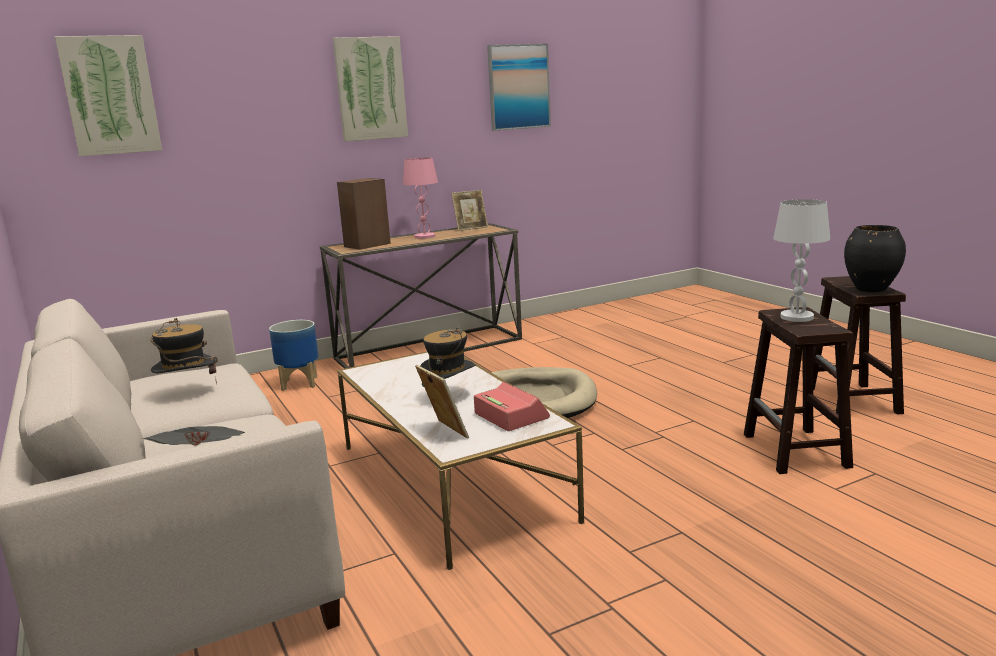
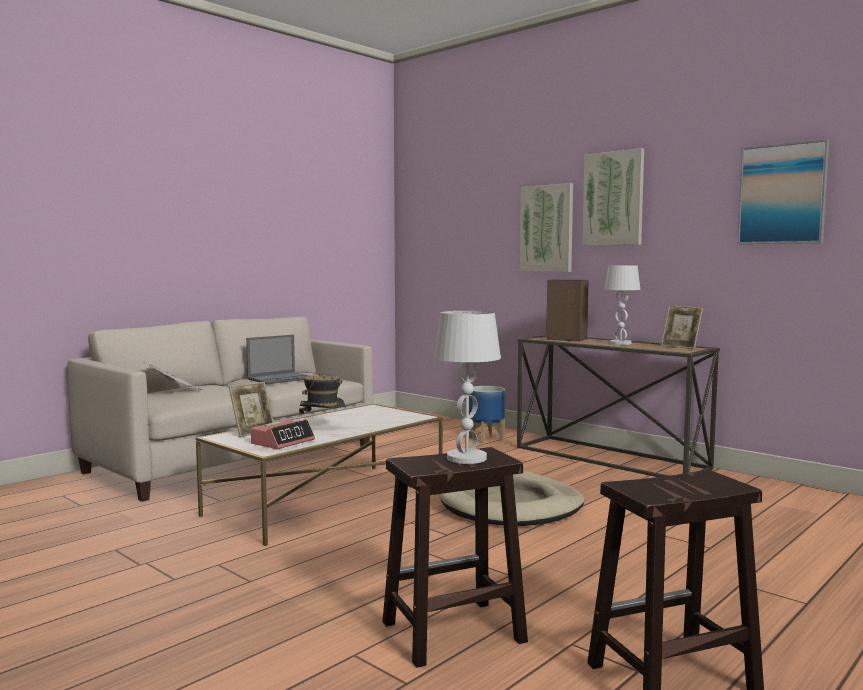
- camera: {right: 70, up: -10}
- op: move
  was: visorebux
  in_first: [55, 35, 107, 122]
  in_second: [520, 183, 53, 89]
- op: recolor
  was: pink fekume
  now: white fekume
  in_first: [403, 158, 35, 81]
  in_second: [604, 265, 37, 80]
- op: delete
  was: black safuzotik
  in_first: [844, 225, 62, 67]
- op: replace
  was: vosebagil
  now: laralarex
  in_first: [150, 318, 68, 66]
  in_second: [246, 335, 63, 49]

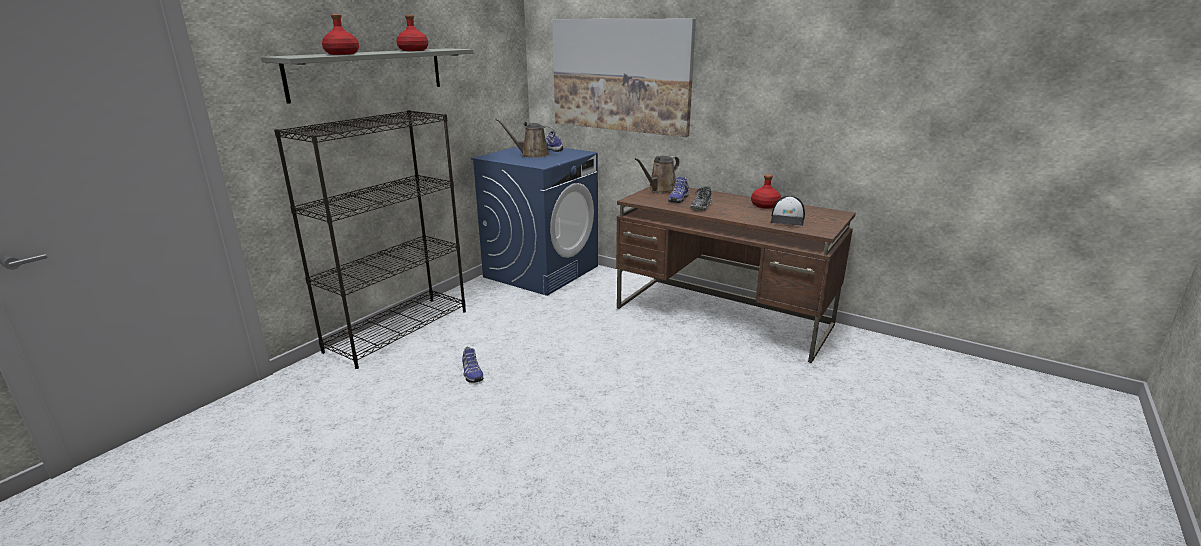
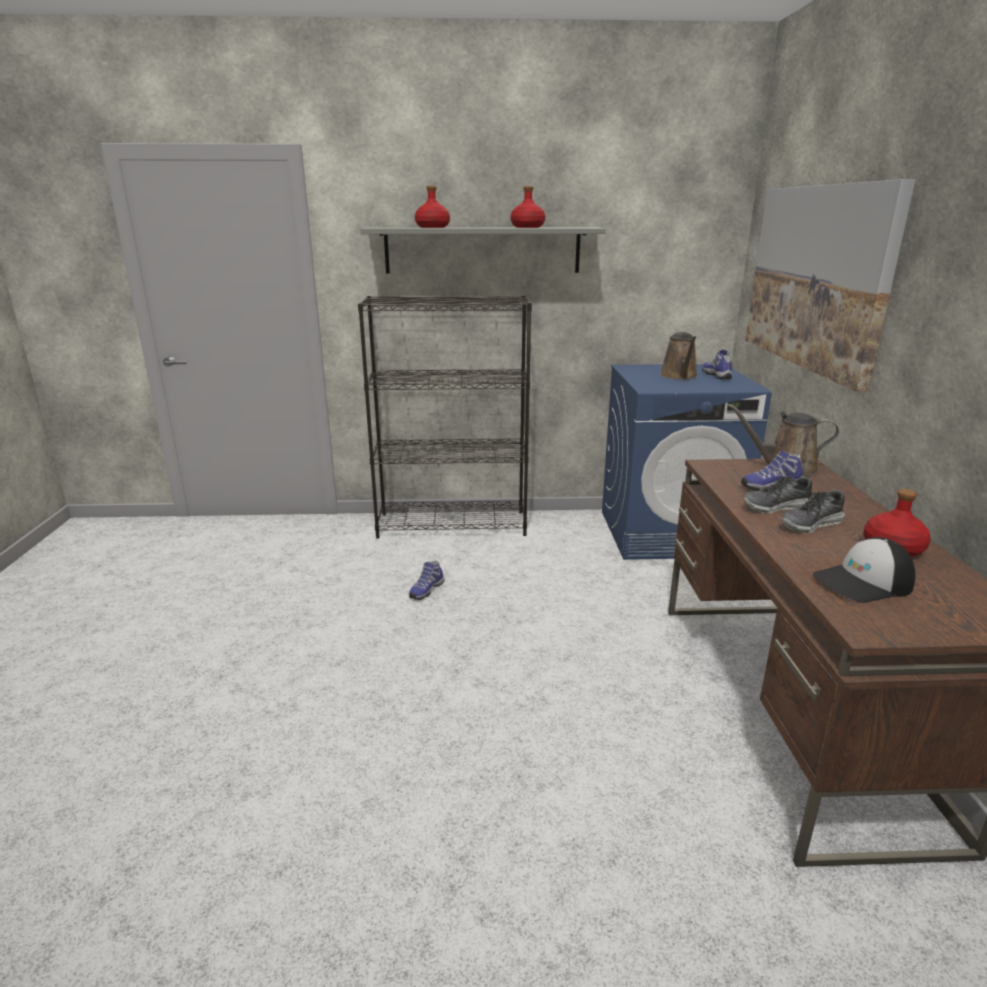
- camera: {right: 55, up: 0}
- op: rotate
  was: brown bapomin
  in_first: [496, 118, 60, 40]
  in_second: [660, 332, 38, 48]
  clockwise: -150
- op: insert
  now: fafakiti
  in_second: [781, 489, 64, 44]

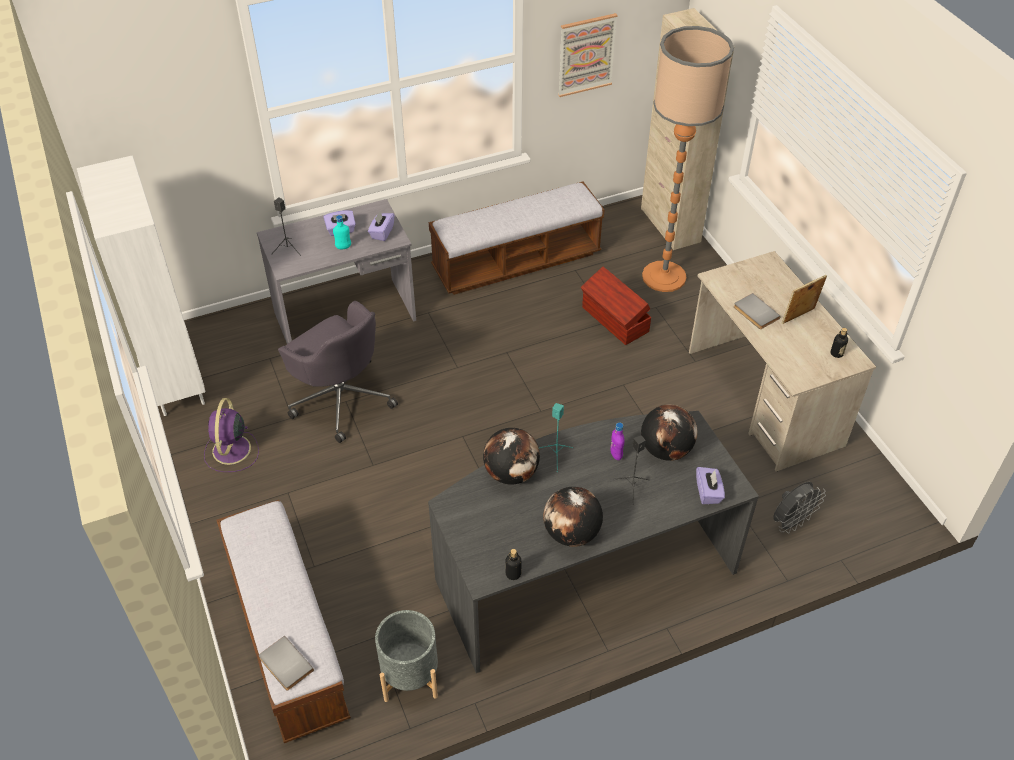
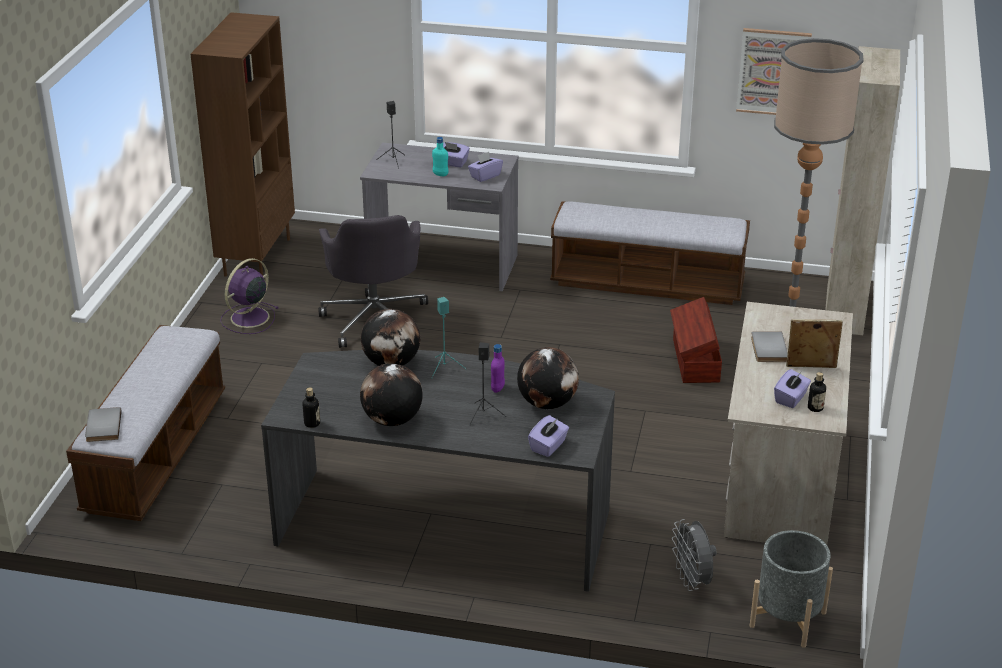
- camera: {right: 35, up: -15}
- op: recolor
  was: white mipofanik
  now: brown mipofanik
  in_first: [77, 156, 128, 260]
  in_second: [191, 12, 104, 264]
- op: rotate
  was: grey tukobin
  in_first: [773, 482, 53, 51]
  in_second: [672, 519, 45, 72]
  clockwise: 75
- op: move
  was: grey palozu
  in_first: [375, 610, 63, 92]
  in_second: [750, 530, 83, 118]
- op: insert
  now: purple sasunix
  in_second: [774, 369, 37, 39]

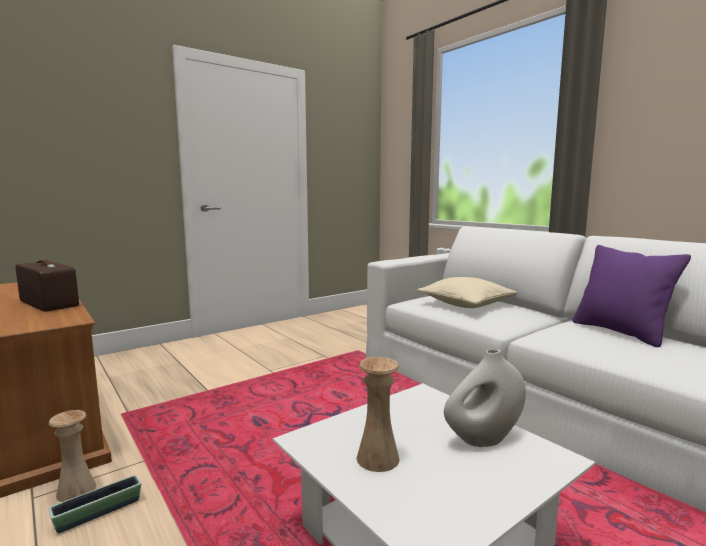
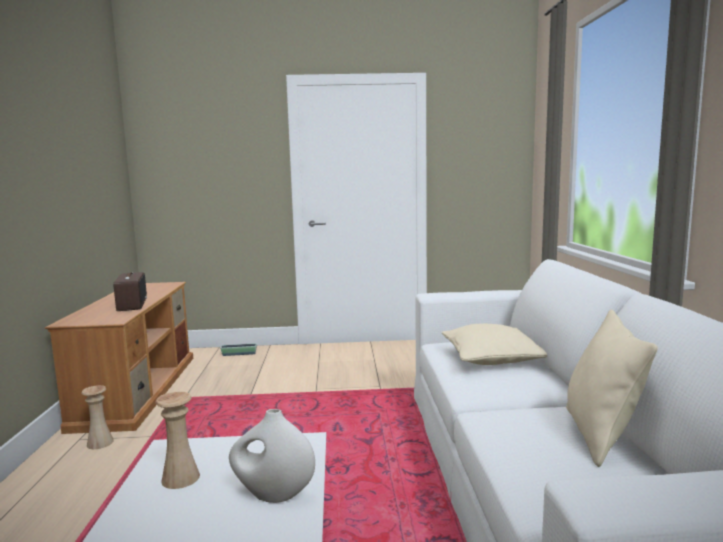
- camera: {right: 35, up: 0}
- op: recolor
  was: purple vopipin
  now: beige vopipin
  in_first: [572, 245, 119, 102]
  in_second: [566, 309, 92, 158]
- op: move
  was: palozu
  in_first: [49, 475, 92, 58]
  in_second: [220, 343, 37, 13]

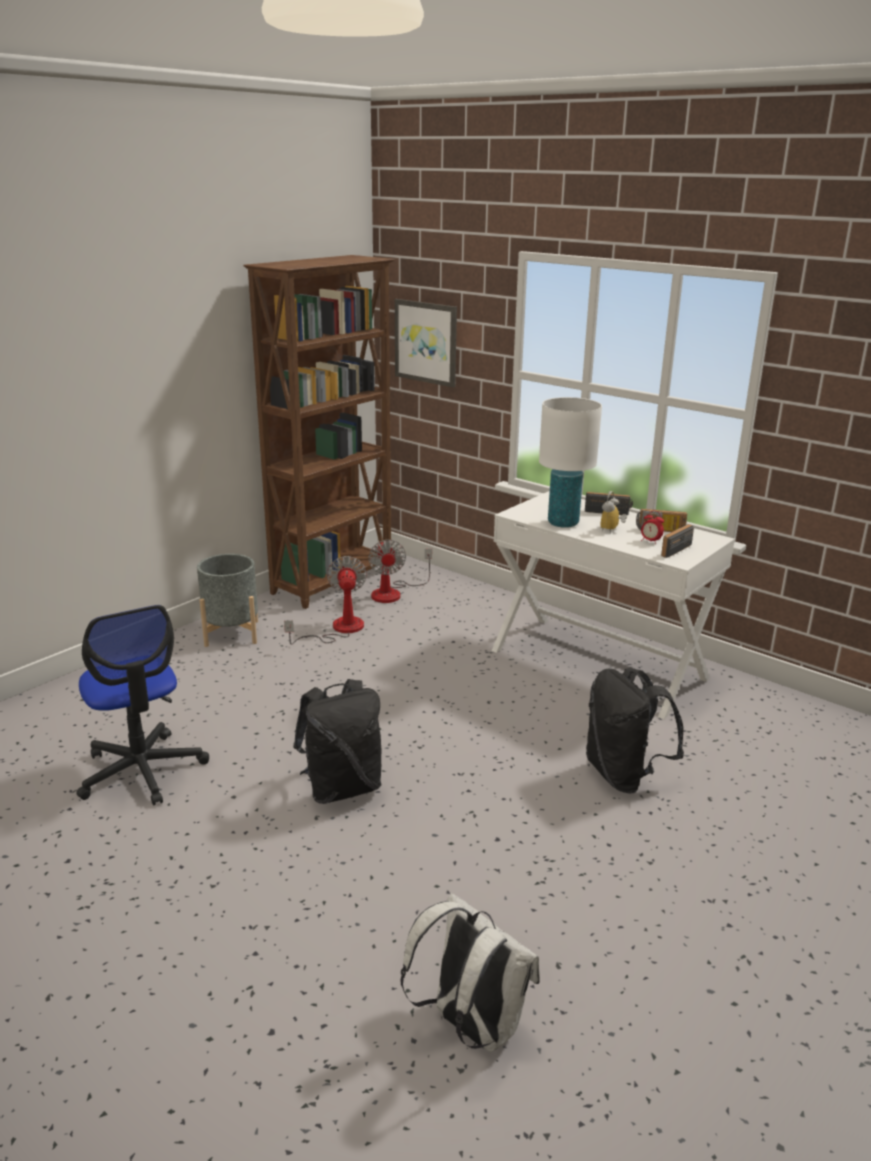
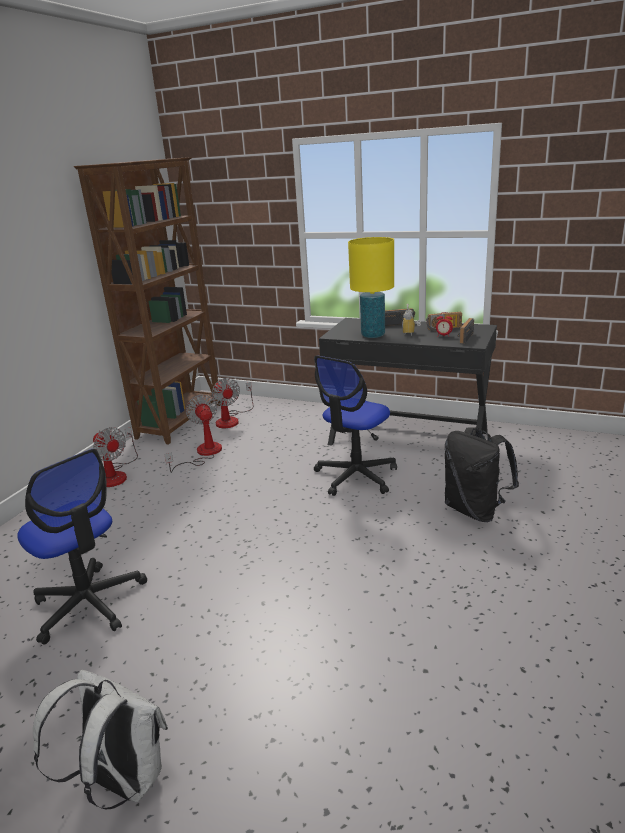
- camera: {right: -15, up: 0}
- op: delete
  was: visorebux
  in_first: [395, 299, 62, 88]
- op: recolor
  was: white fekume
  now: yellow fekume
  in_first: [539, 397, 63, 131]
  in_second: [348, 237, 46, 101]
- op: recolor
  was: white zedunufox
  now: black zedunufox
  in_first: [492, 491, 243, 228]
  in_second: [319, 318, 178, 128]
- op: replace
  was: grey palozu
  now: tukobin
  in_first: [197, 554, 61, 93]
  in_second: [93, 427, 45, 60]
- op: delete
  was: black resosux
  in_first: [293, 679, 88, 125]
- op: move
  was: white resosux
  in_first: [401, 893, 139, 159]
  in_second: [33, 670, 135, 139]
- op: insert
  now: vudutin
  in_second: [314, 355, 83, 141]

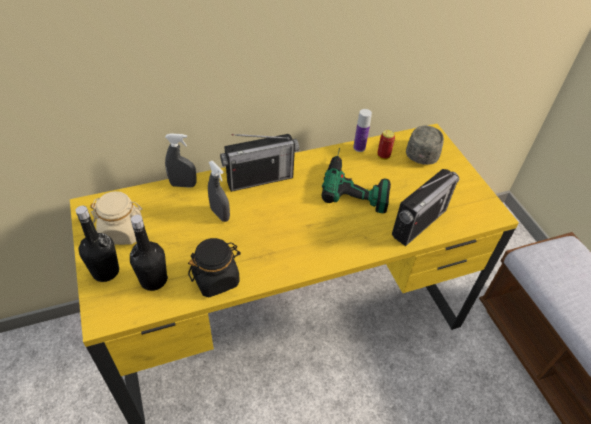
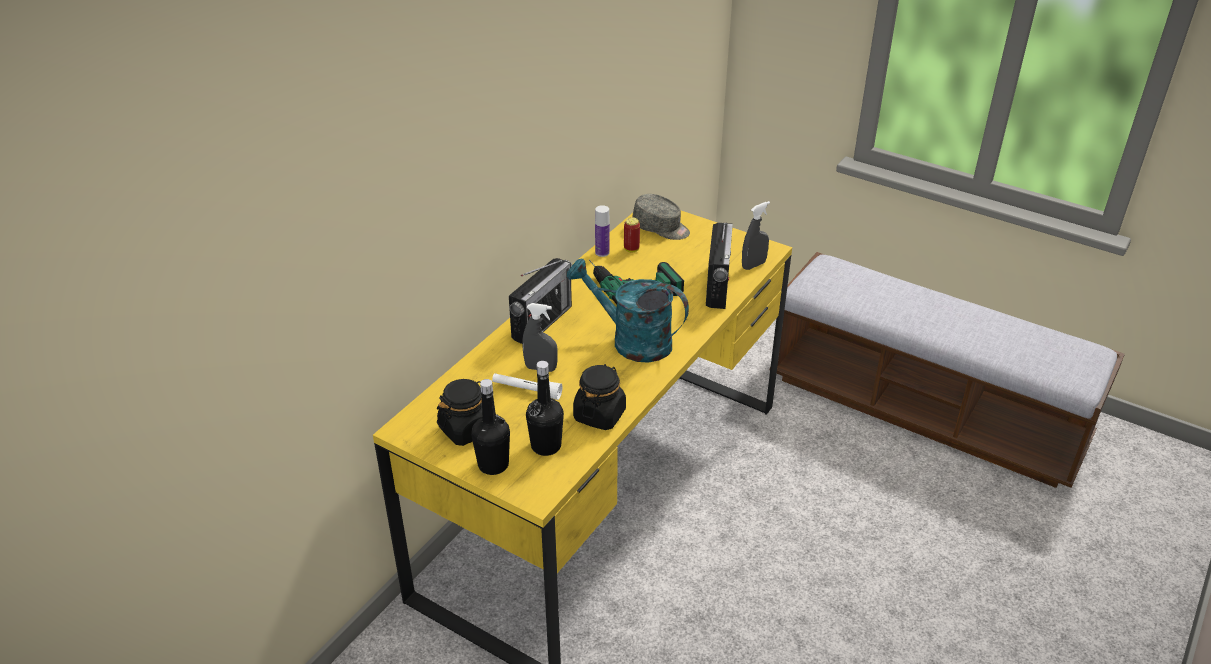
- camera: {right: -35, up: -10}
- op: rotate
  was: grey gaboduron
  in_first: [406, 126, 38, 39]
  in_second: [632, 194, 58, 46]
  clockwise: 135
- op: move
  was: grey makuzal
  in_first: [165, 133, 32, 55]
  in_second: [742, 201, 28, 69]
- op: recolor
  was: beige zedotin
  now: black zedotin
  in_first: [90, 191, 52, 54]
  in_second: [437, 379, 46, 67]
- op: insert
  now: turquoise bapomin
  in_second: [567, 258, 122, 105]
- op: insert
  now: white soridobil
  in_second: [492, 373, 71, 27]

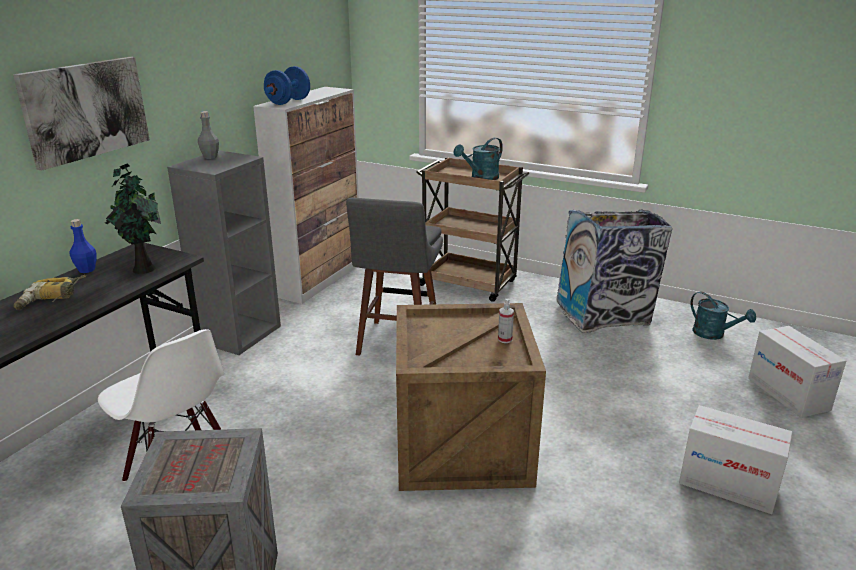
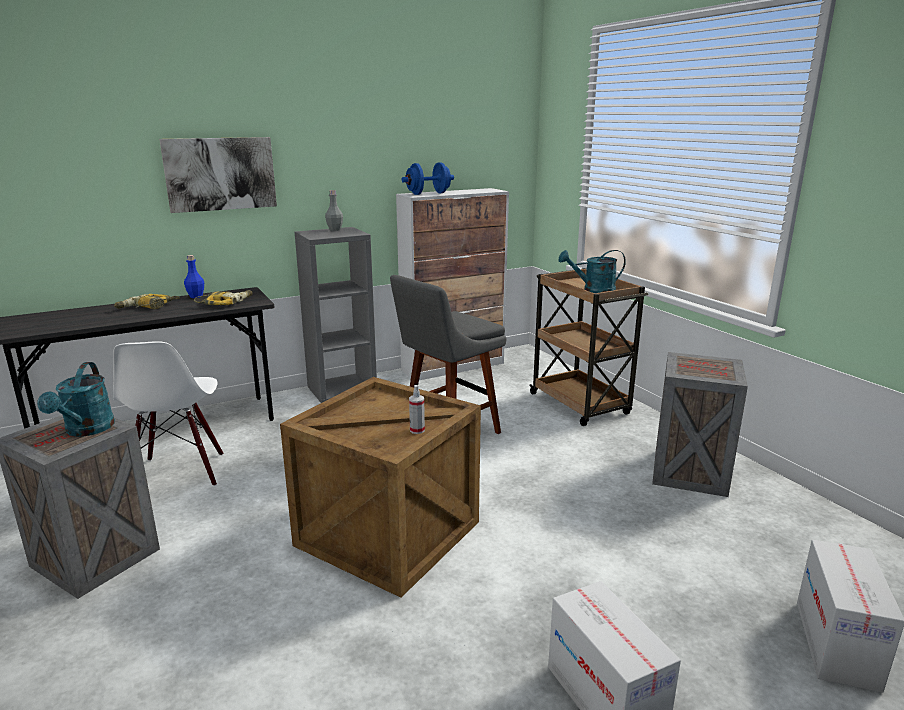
- camera: {right: 35, up: -5}
- op: replace
  was: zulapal
  now: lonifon
  in_first: [105, 163, 56, 111]
  in_second: [194, 290, 58, 15]
- op: replace
  was: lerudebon
  now: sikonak
  in_first: [557, 210, 115, 123]
  in_second: [652, 352, 96, 145]
- op: move
  was: turquoise bapomin
  in_first: [690, 292, 66, 48]
  in_second: [37, 362, 78, 75]

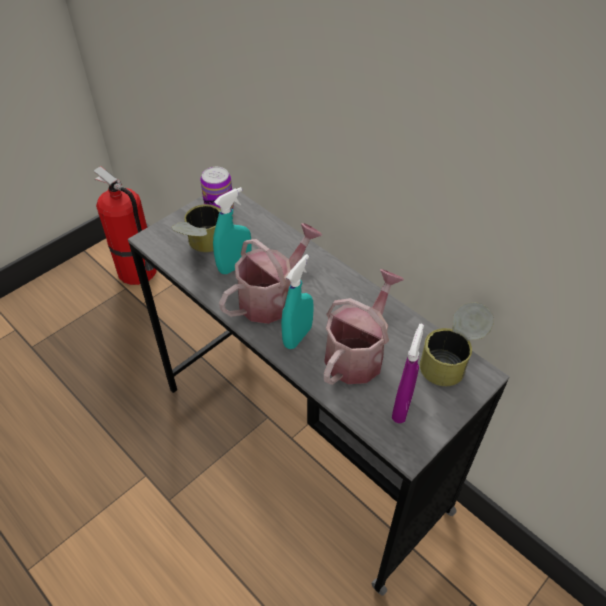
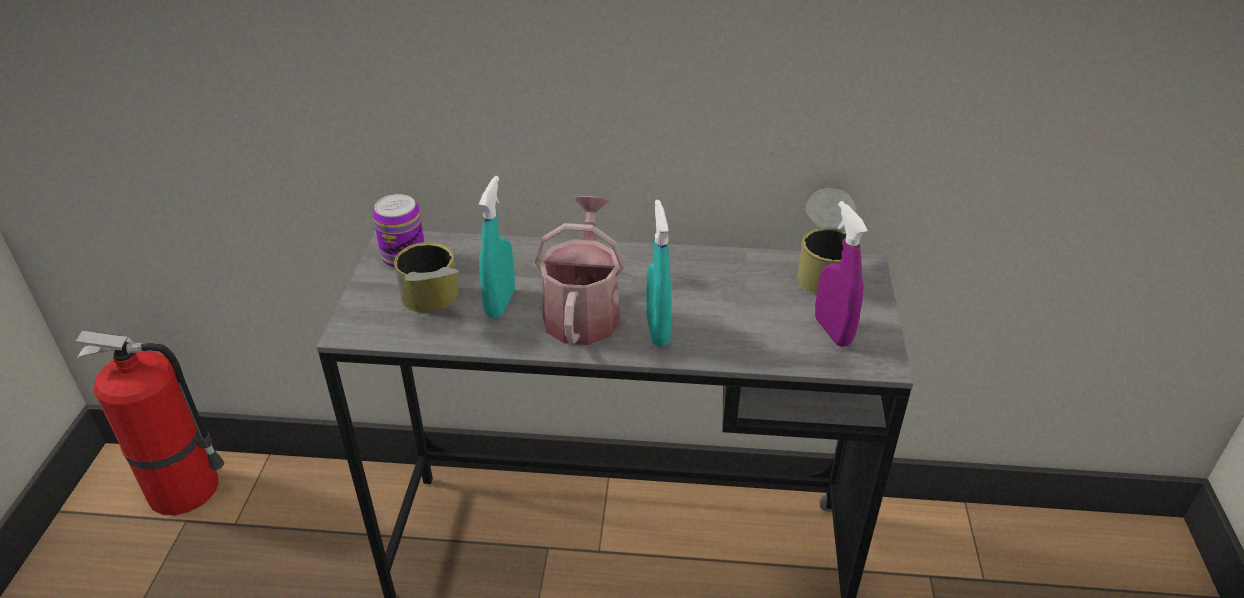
- camera: {right: -40, up: -10}
- op: delete
  was: bapomin
  in_first: [324, 269, 80, 116]

